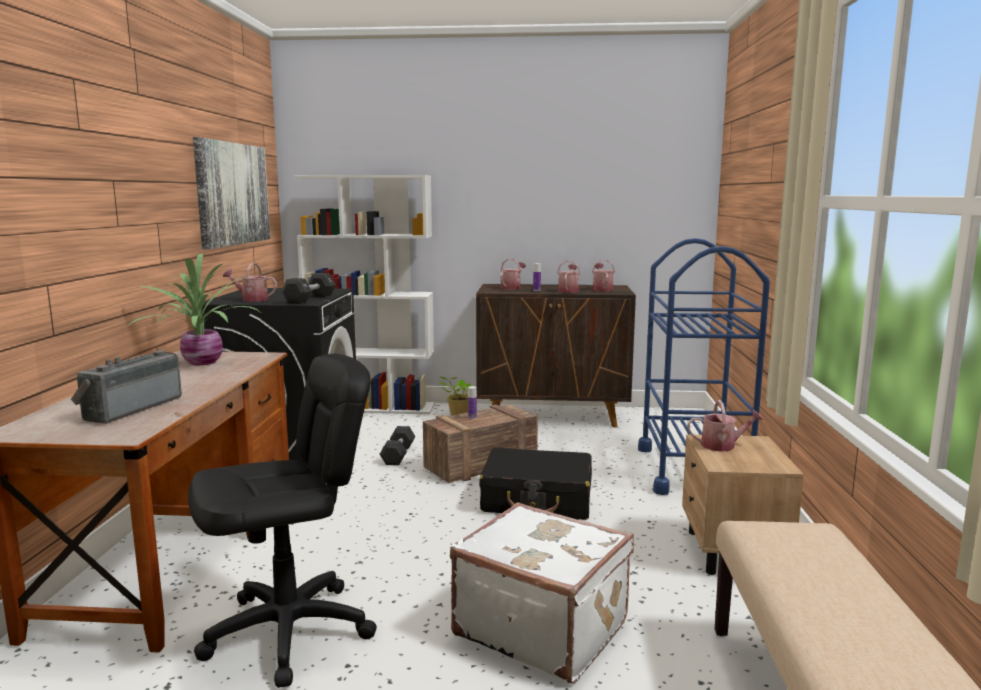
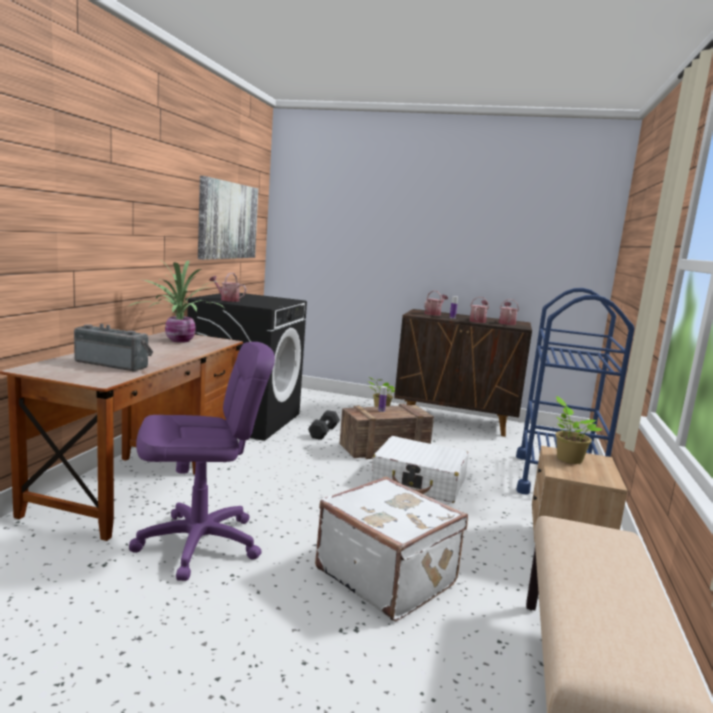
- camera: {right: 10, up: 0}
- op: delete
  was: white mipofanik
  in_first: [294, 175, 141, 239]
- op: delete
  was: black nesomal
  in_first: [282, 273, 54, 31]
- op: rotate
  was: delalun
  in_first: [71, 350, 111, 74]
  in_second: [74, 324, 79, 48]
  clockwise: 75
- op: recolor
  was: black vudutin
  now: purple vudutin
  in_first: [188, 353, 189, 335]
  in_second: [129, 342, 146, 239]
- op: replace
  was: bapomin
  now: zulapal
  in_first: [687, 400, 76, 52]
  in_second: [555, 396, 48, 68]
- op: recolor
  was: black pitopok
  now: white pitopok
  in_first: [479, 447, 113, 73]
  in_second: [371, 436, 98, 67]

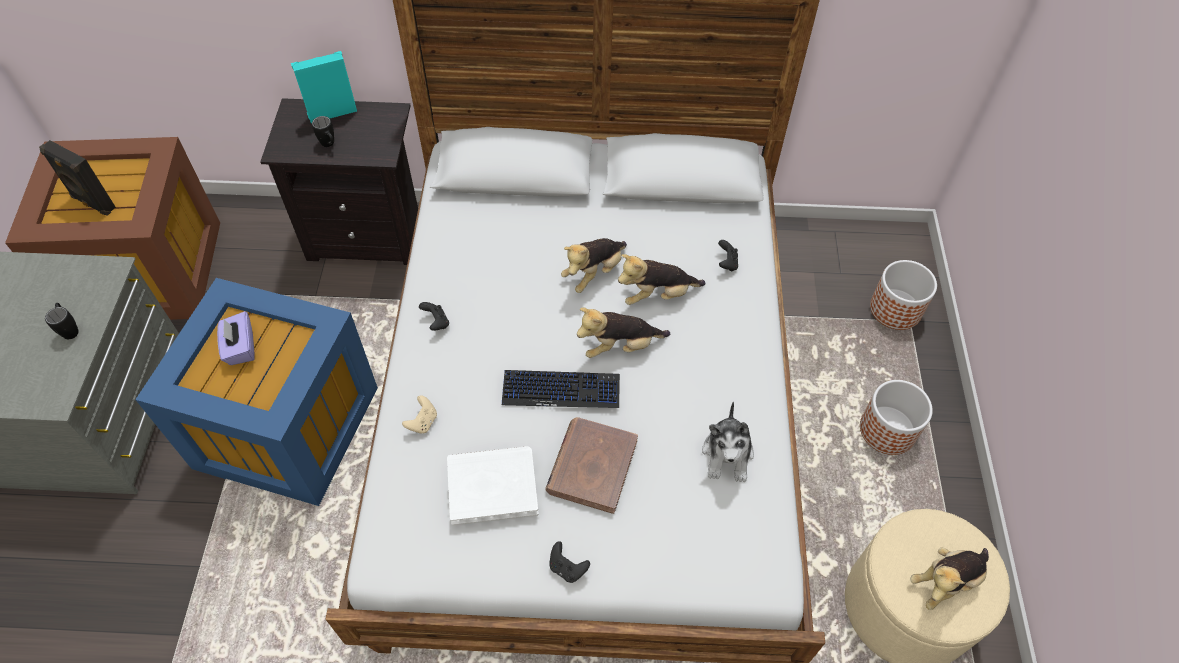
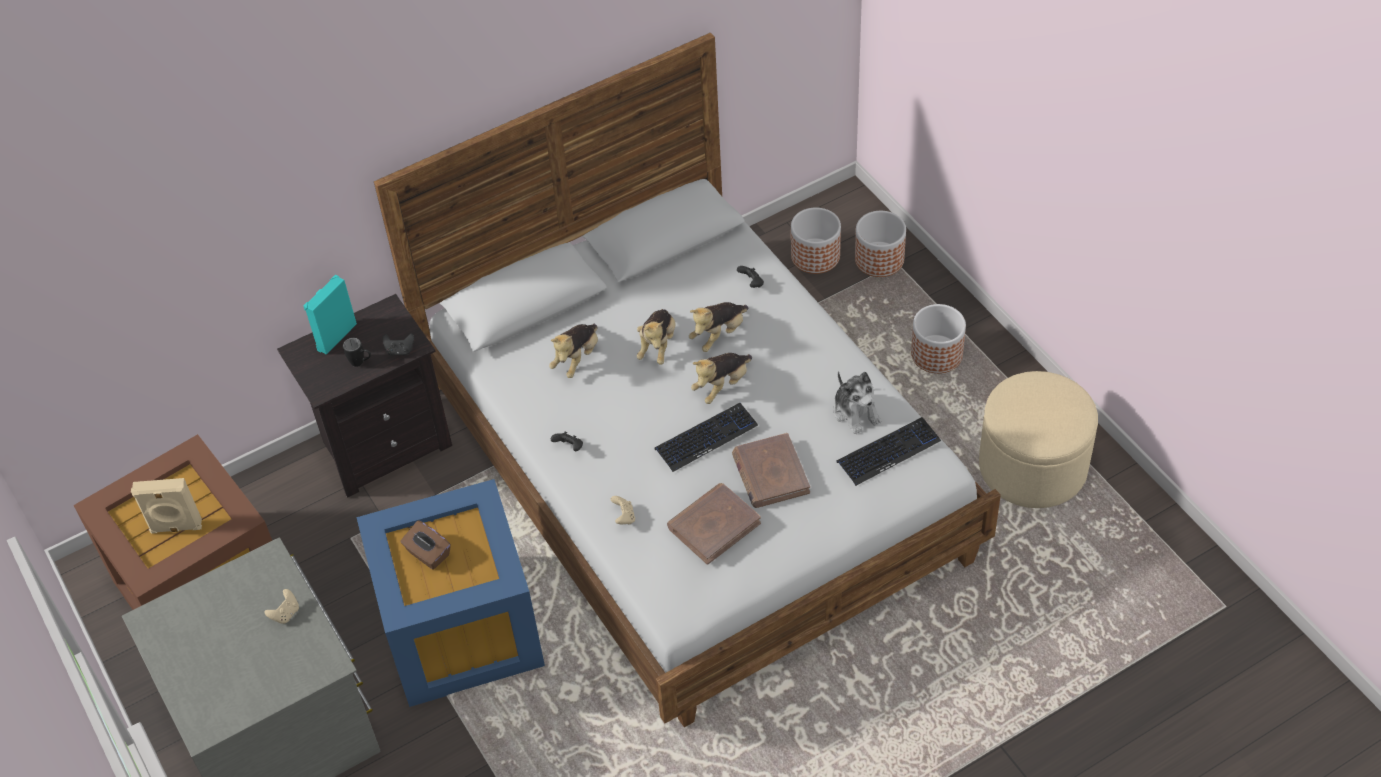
- camera: {right: -30, up: -5}
- op: recolor
  was: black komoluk
  now: beige komoluk
  in_first: [39, 140, 77, 76]
  in_second: [131, 478, 71, 56]
- op: replace
  was: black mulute
  now: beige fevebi
  in_first: [45, 303, 34, 36]
  in_second: [264, 589, 35, 35]
- op: recolor
  was: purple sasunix
  now: brown sasunix
  in_first: [217, 311, 38, 54]
  in_second: [400, 521, 51, 49]
- op: recolor
  was: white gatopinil
  now: brown gatopinil
  in_first: [447, 446, 92, 80]
  in_second: [667, 483, 94, 82]
- op: move
  was: black fevebi
  in_first: [549, 541, 41, 42]
  in_second: [383, 333, 31, 23]
- op: move
  was: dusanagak
  in_first: [910, 547, 79, 63]
  in_second: [549, 324, 49, 54]
- op: insert
  now: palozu
  in_second: [791, 208, 50, 66]
- op: insert
  now: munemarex
  in_second: [836, 417, 105, 69]

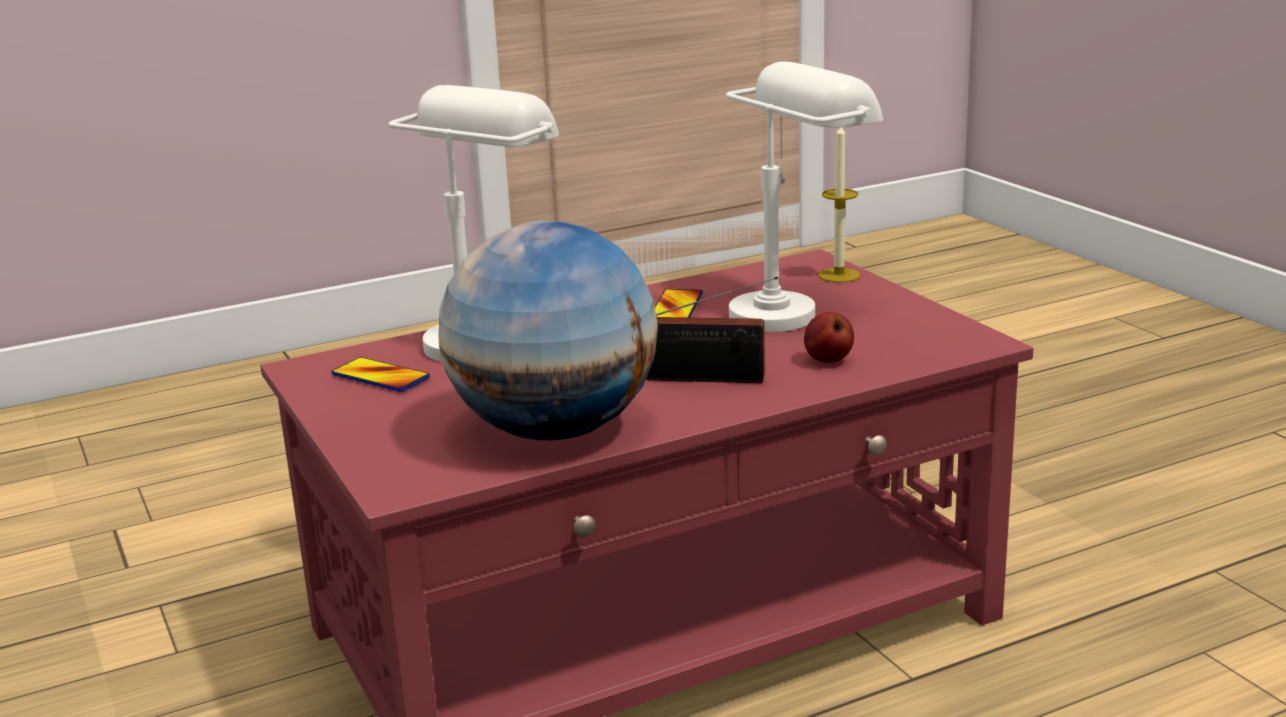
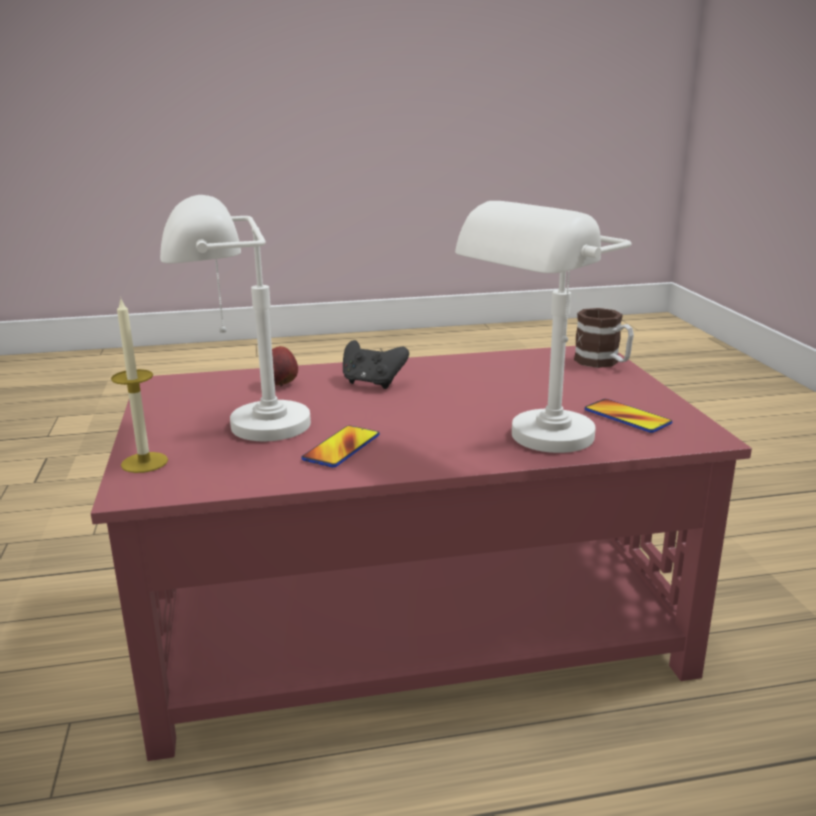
- camera: {right: -165, up: 0}
- op: delete
  was: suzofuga
  in_first: [439, 221, 219, 219]
- op: replace
  was: delalun
  now: black fevebi
  in_first: [646, 276, 132, 107]
  in_second: [343, 340, 66, 49]
- op: insert
  now: mulute
  in_second: [574, 308, 60, 60]

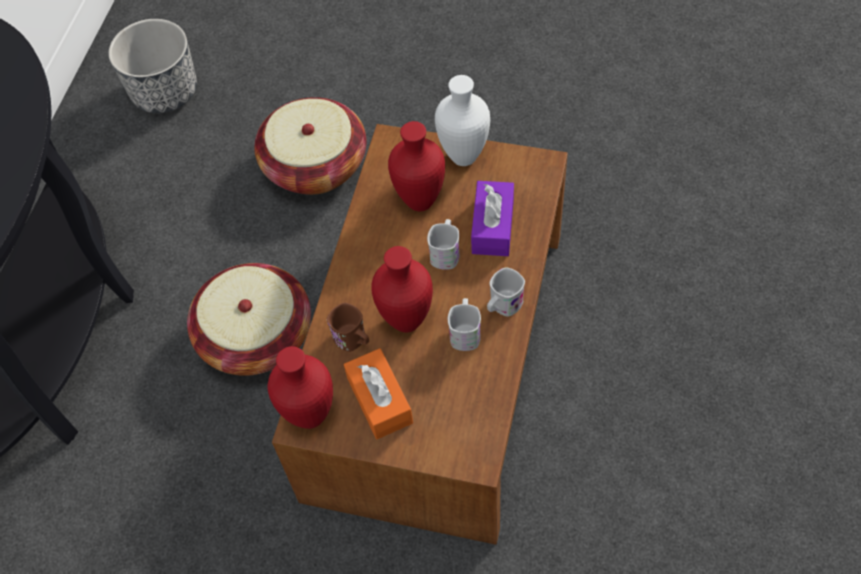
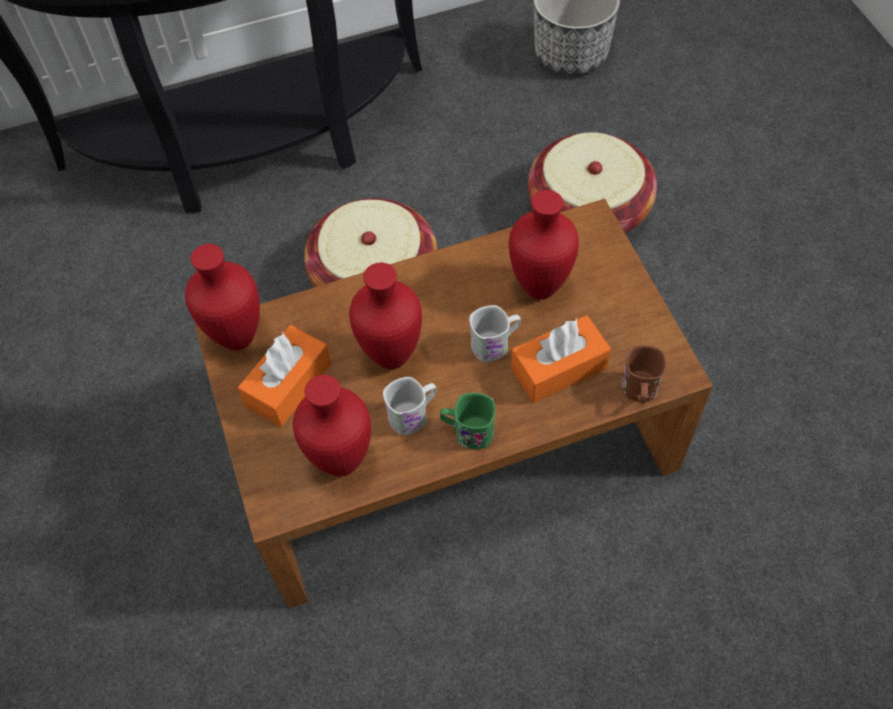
- camera: {right: 55, up: 0}
- op: delete
  was: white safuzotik
  in_first: [435, 75, 55, 91]
- op: recolor
  was: purple sasunix
  now: orange sasunix
  in_first: [471, 181, 43, 75]
  in_second: [511, 315, 100, 88]
- op: recolor
  was: white mulute
  now: green mulute
  in_first: [487, 267, 38, 50]
  in_second: [440, 393, 55, 56]
- op: move
  was: brown mulute
  in_first: [327, 303, 42, 49]
  in_second: [622, 345, 44, 59]
- op: insert
  now: red safuzotik
  in_second: [293, 375, 78, 101]

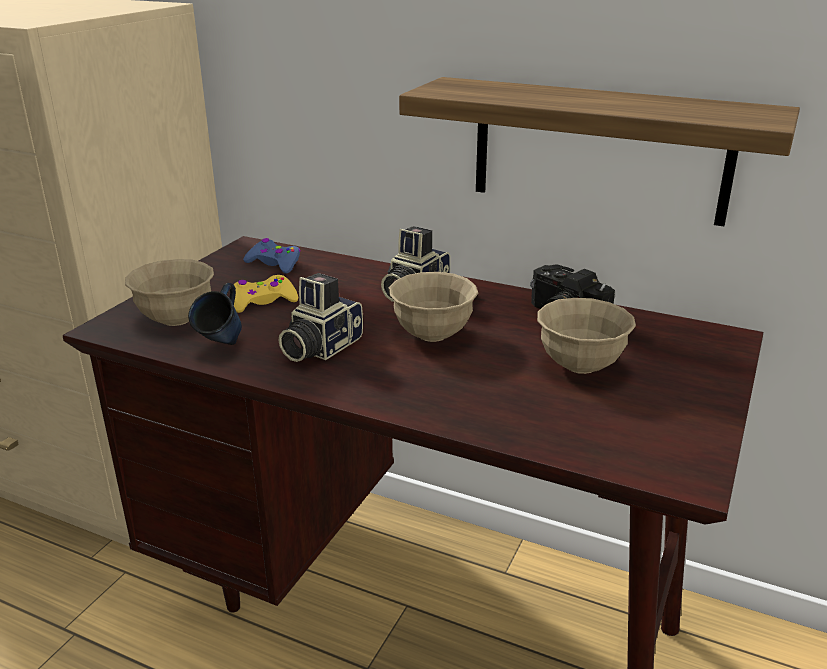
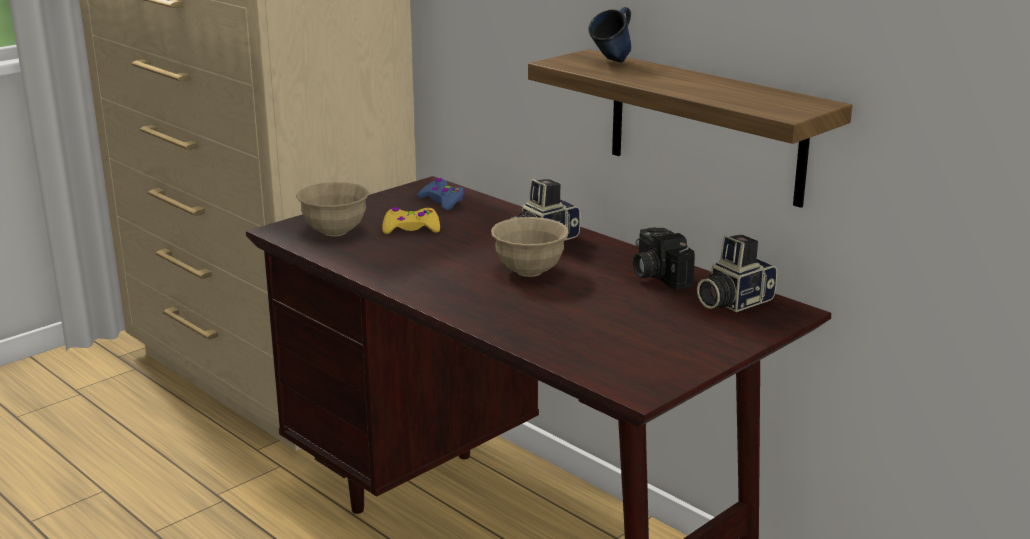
- camera: {right: 20, up: -5}
- op: move
  was: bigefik
  in_first: [279, 273, 84, 89]
  in_second: [697, 234, 80, 78]
- op: move
  was: blue mulute
  in_first: [188, 283, 54, 62]
  in_second: [588, 7, 43, 55]
- op: delete
  was: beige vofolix
  in_first: [537, 298, 99, 76]

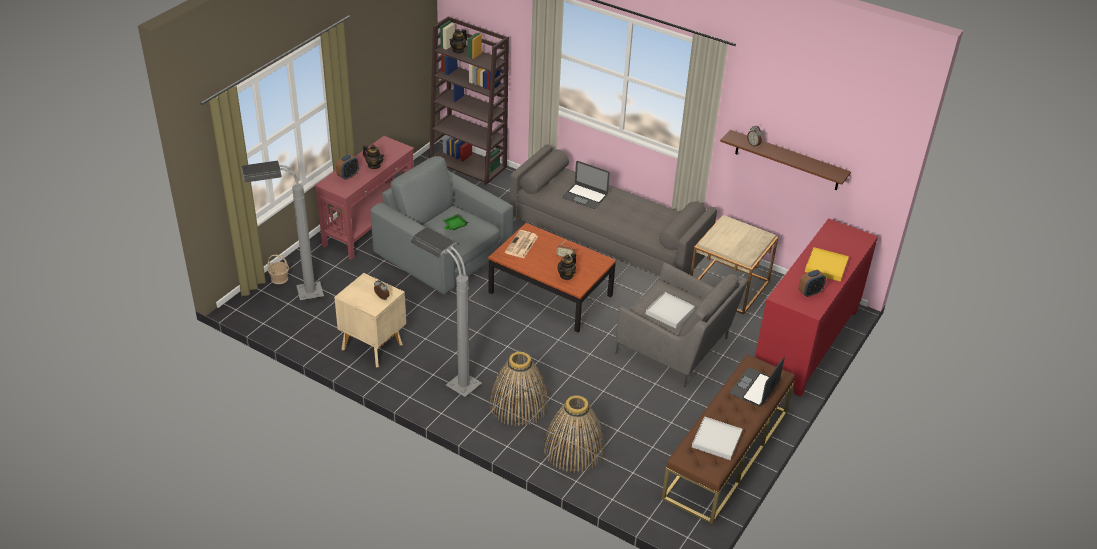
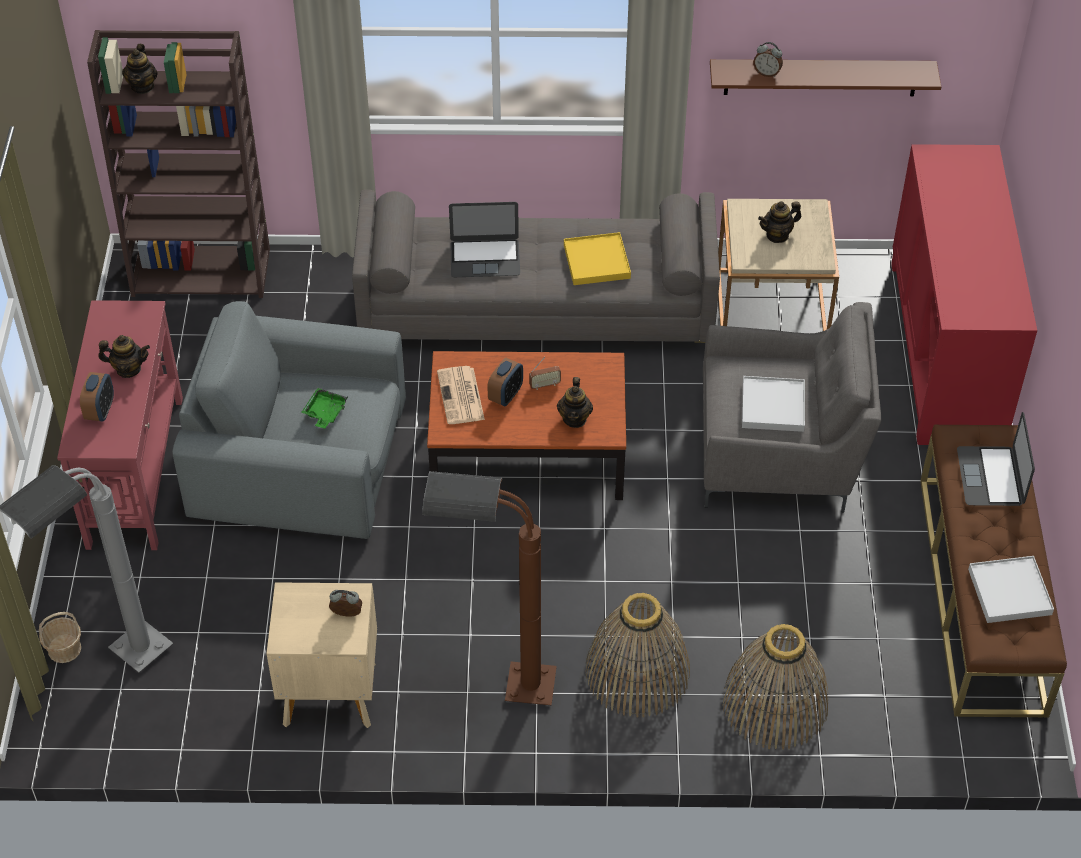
- camera: {right: -30, up: 10}
- op: recolor
  was: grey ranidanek
  now: brown ranidanek
  in_first: [410, 227, 72, 170]
  in_second: [422, 471, 135, 234]
- op: move
  was: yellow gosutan
  in_first: [805, 247, 44, 35]
  in_second: [564, 232, 67, 53]
- op: move
  was: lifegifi
  in_first: [798, 270, 28, 27]
  in_second: [488, 358, 35, 48]
- op: insert
  now: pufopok
  in_second: [758, 201, 43, 42]

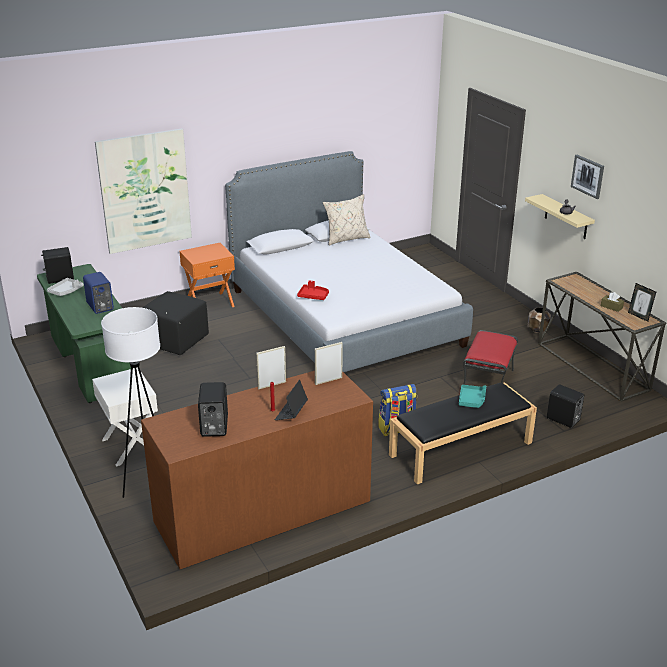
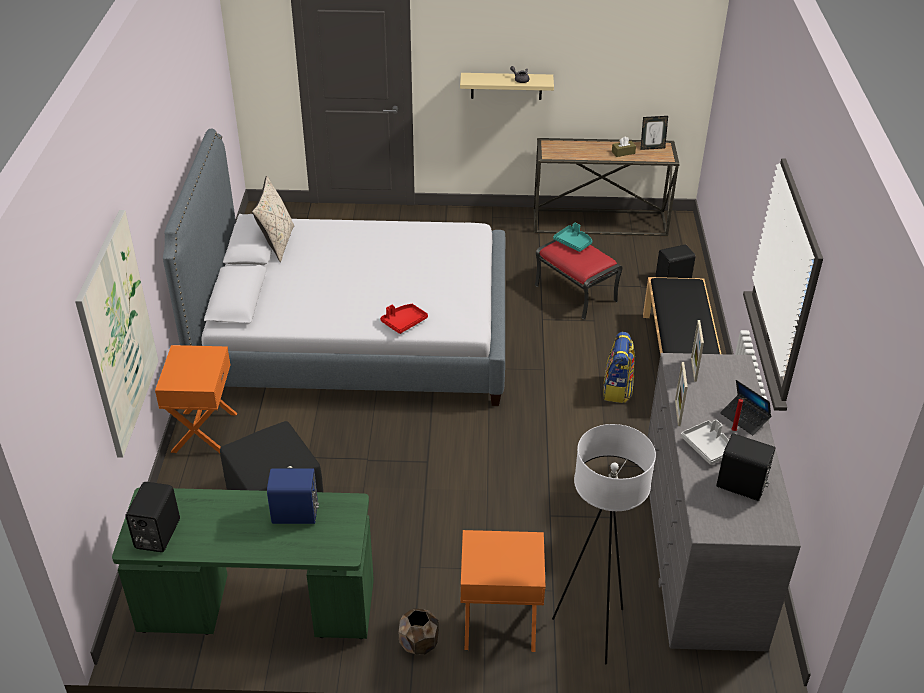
- camera: {right: -60, up: 10}
- op: delete
  was: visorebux
  in_first: [571, 155, 33, 44]
- op: move
  was: grey gosutan
  in_first: [47, 278, 37, 18]
  in_second: [681, 420, 48, 45]
- op: move
  was: brown palozu
  in_first: [528, 307, 23, 26]
  in_second: [399, 608, 40, 47]
- op: recolor
  was: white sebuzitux
  now: orange sebuzitux
  in_first: [92, 367, 66, 99]
  in_second: [460, 530, 86, 122]
- op: recolor
  was: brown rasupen
  now: grey rasupen
  in_first: [141, 371, 232, 198]
  in_second: [648, 353, 153, 298]
- op: move
  was: turquoise gosutan
  in_first: [459, 385, 27, 23]
  in_second: [553, 223, 39, 29]

